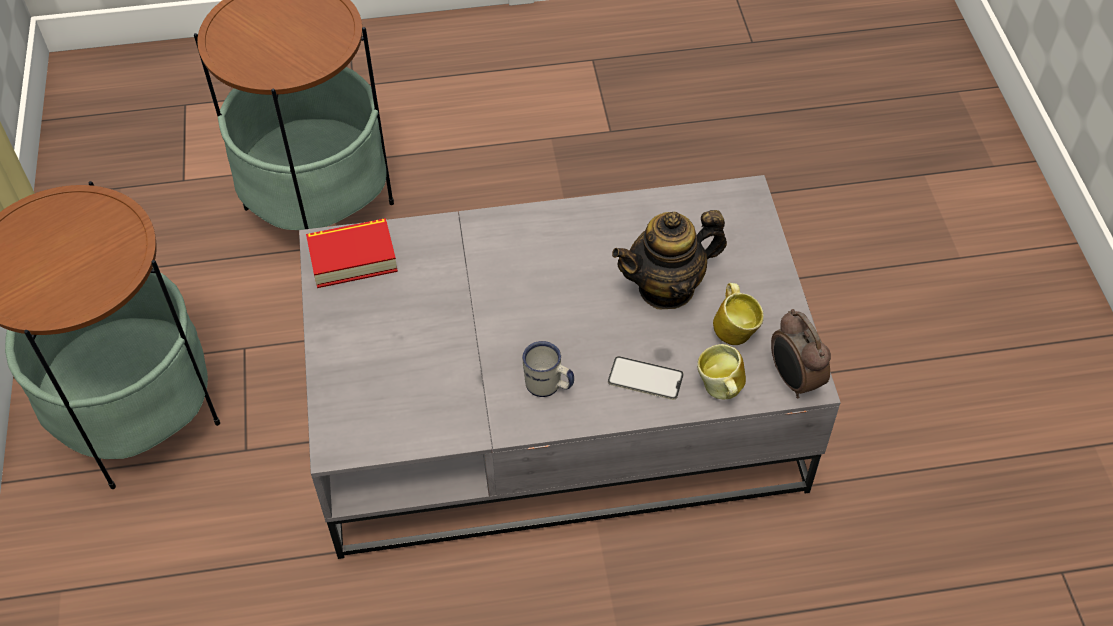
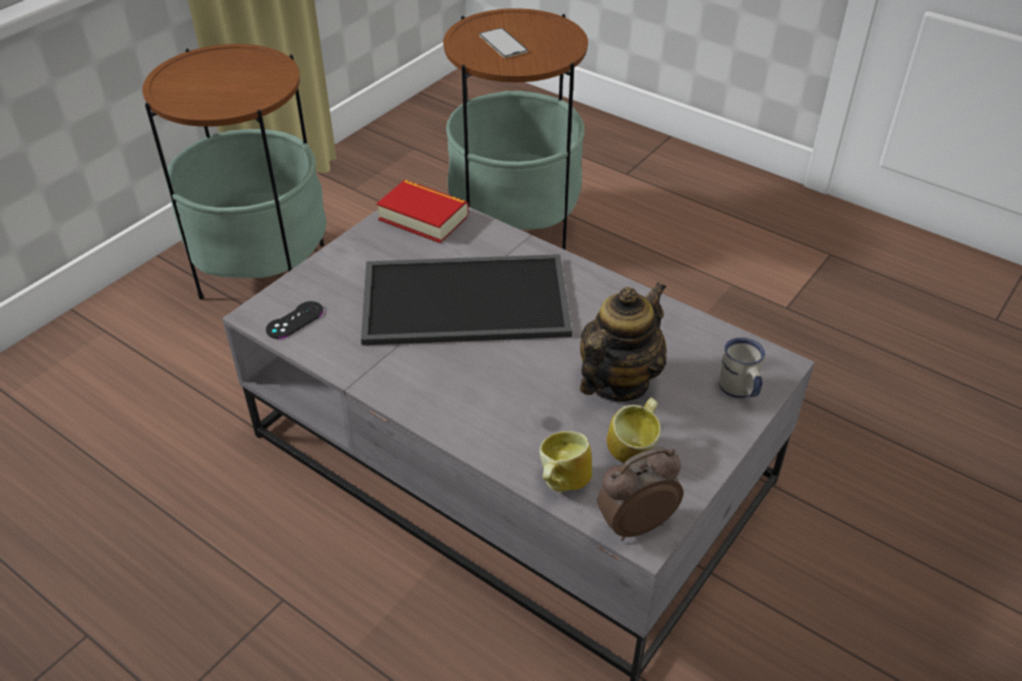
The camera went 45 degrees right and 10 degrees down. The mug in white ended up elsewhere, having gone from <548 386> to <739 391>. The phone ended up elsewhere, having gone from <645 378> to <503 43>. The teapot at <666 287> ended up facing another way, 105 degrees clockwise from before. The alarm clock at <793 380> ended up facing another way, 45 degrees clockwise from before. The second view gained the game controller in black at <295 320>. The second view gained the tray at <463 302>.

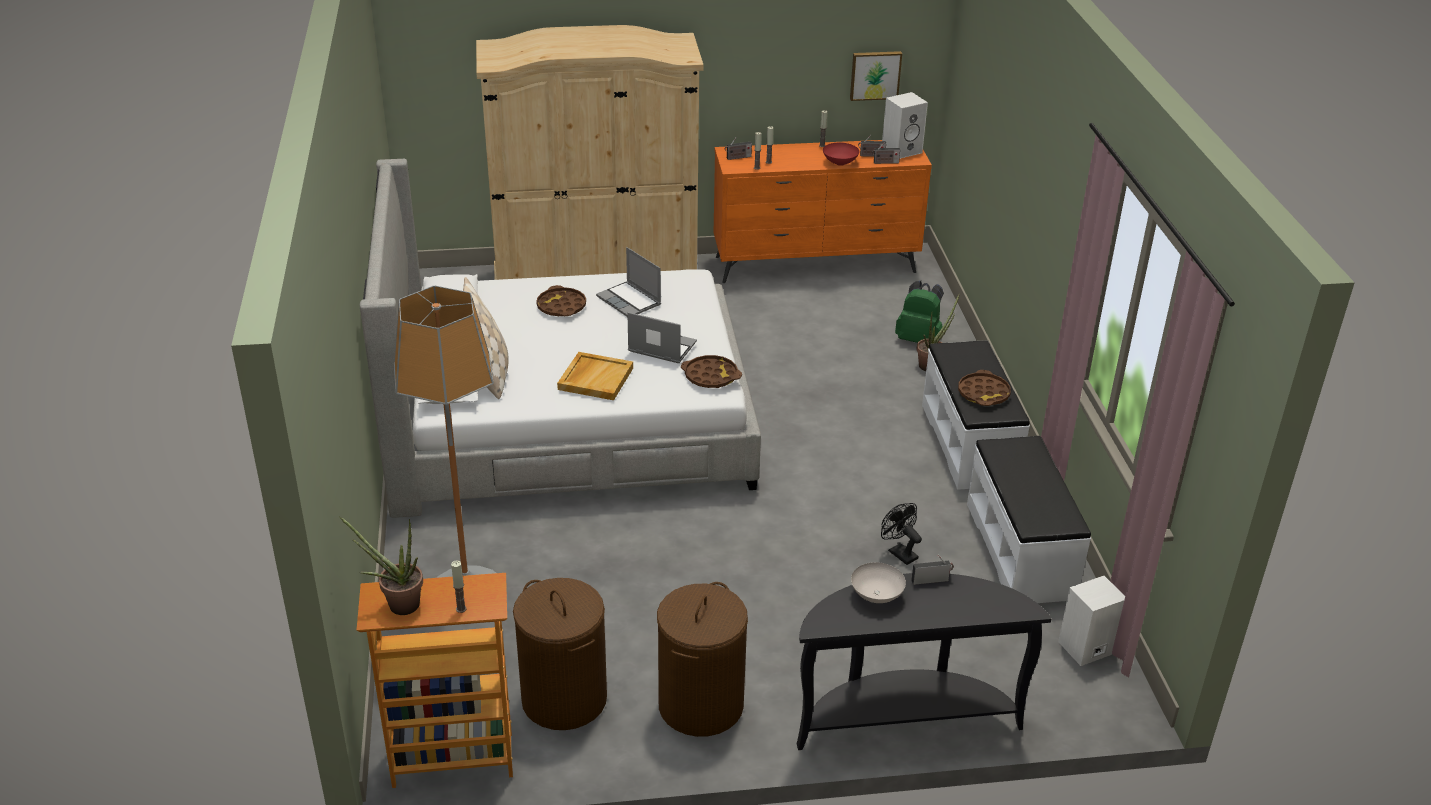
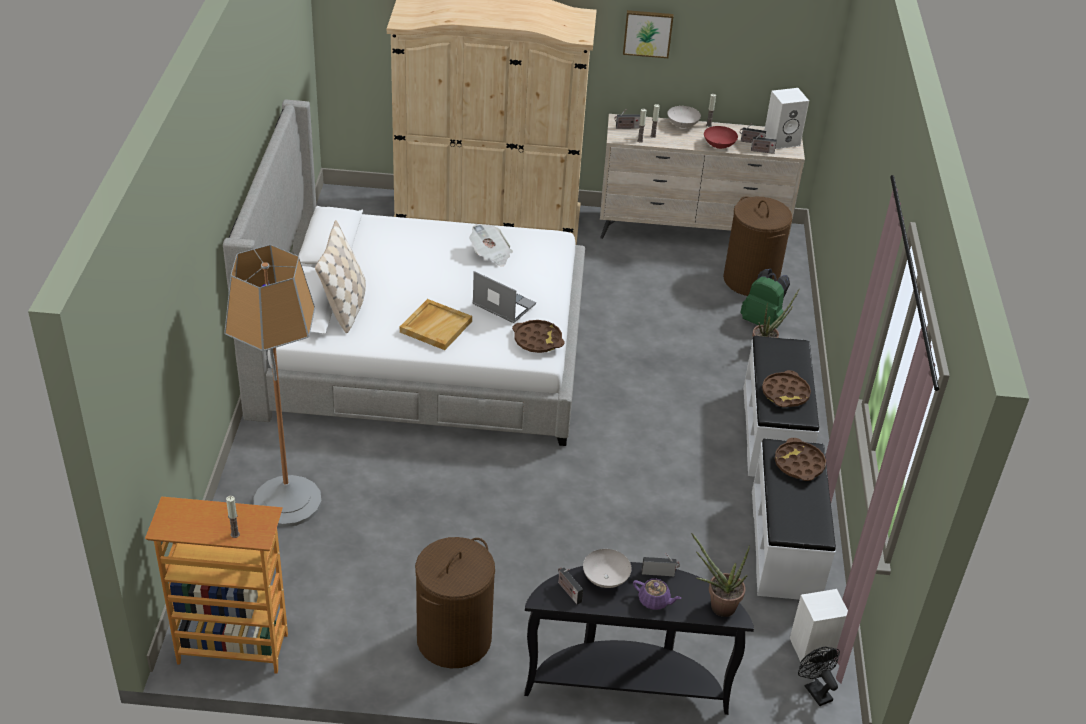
The camera went 10 degrees right and 5 degrees up. The potted plant ended up elsewhere, having gone from <397 604> to <717 605>. The laundry basket in brown ended up elsewhere, having gone from <563 699> to <750 280>. The tray in brown ended up elsewhere, having gone from <561 306> to <799 464>. Where the laptop stood at <630 301>, the newspaper came to stand at <491 254>. What was the dresser in orange at <816 265> turned into the dresser in beige at <692 232>. The picture ended up elsewhere, having gone from <875 75> to <647 33>. The fan in black ended up elsewhere, having gone from <899 552> to <815 690>. The second view gained the radio at <568 591>. The second view gained the teapot in purple at <654 601>. The second view gained the bowl in white at <683 125>.

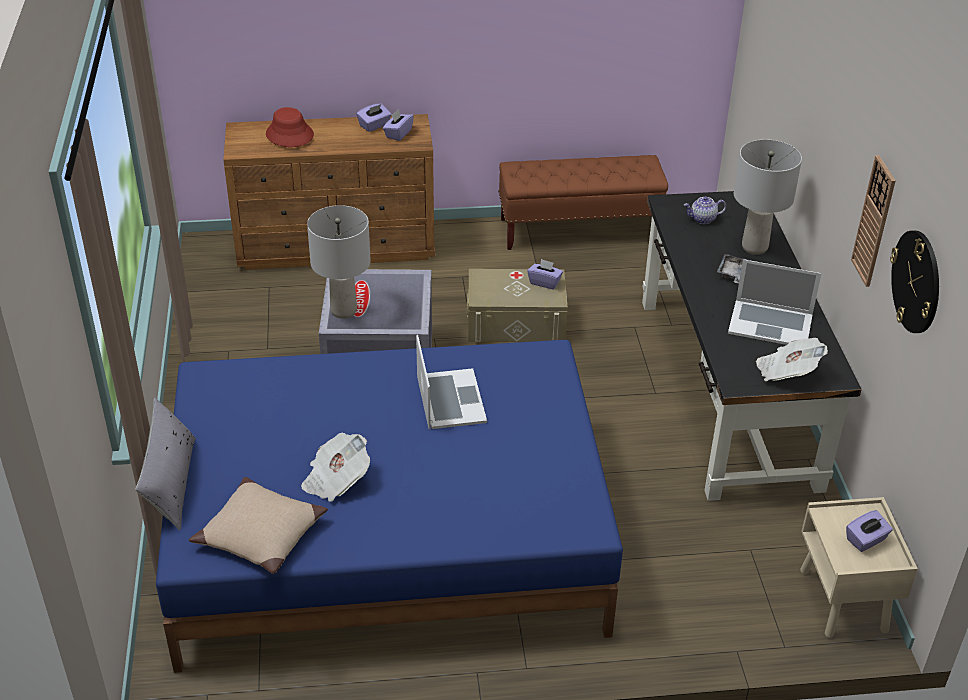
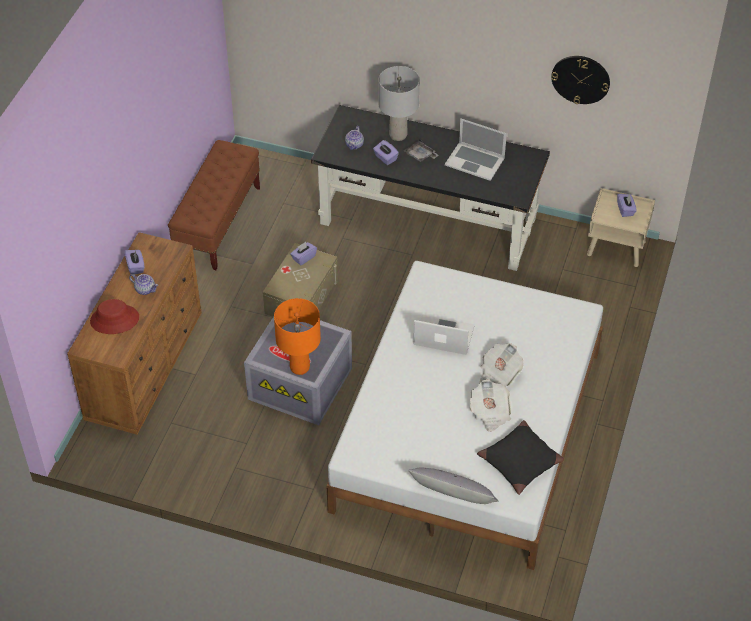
The camera went 65 degrees left and 10 degrees up. What was the bed in blue at <387 532> turned into the bed in white at <467 430>. What was the pillow in beige at <260 535> turned into the pillow in black at <520 462>. What was the table lamp in grey at <343 311> turned into the table lamp in orange at <299 368>. The tissue box in purple ended up elsewhere, having gone from <398 134> to <385 158>. The laptop at <770 323> ended up facing another way, 75 degrees clockwise from before. The newspaper ended up elsewhere, having gone from <787 372> to <498 374>. The second view lost the wall clock at <874 221>. The second view gained the teapot at <145 289>.

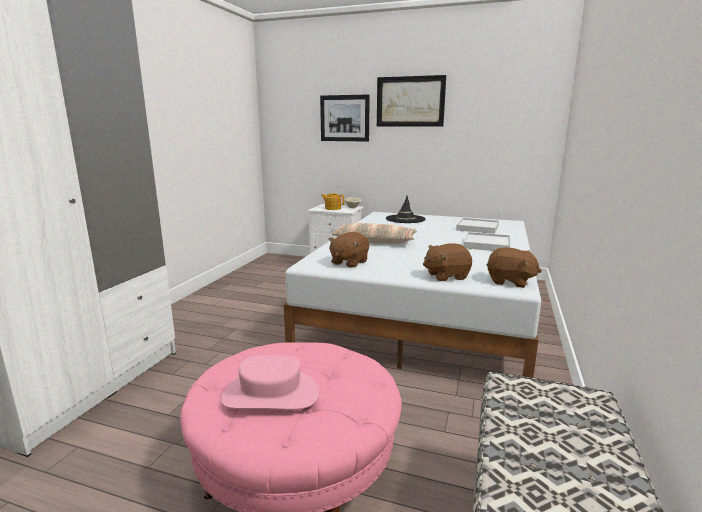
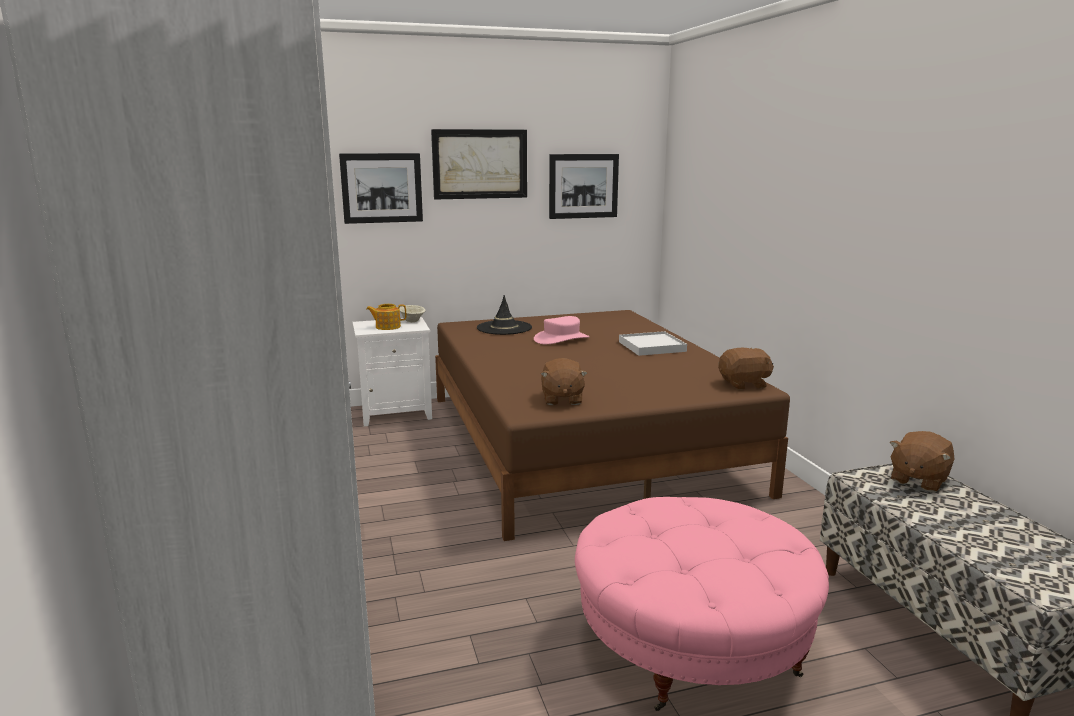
The camera went 35 degrees left and 0 degrees up. The hat in pink ended up elsewhere, having gone from <271 394> to <561 339>. What was the bed in white at <425 309> turned into the bed in brown at <582 441>. The second view lost the pillow at <374 241>. The plush toy in brown ended up elsewhere, having gone from <446 276> to <918 480>. The second view lost the tray in white at <477 228>. The second view gained the picture at <583 186>.

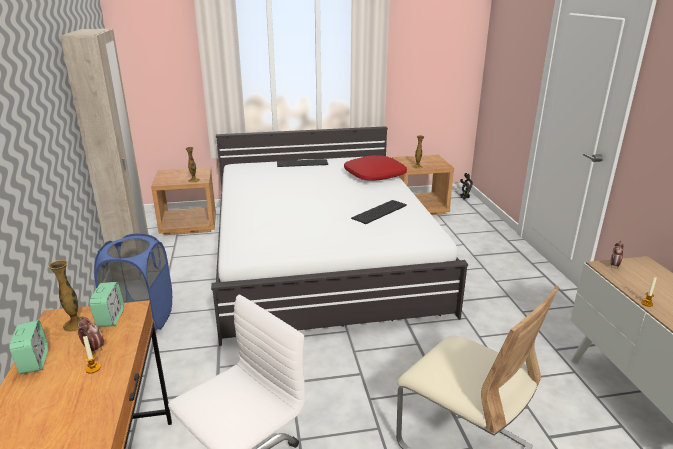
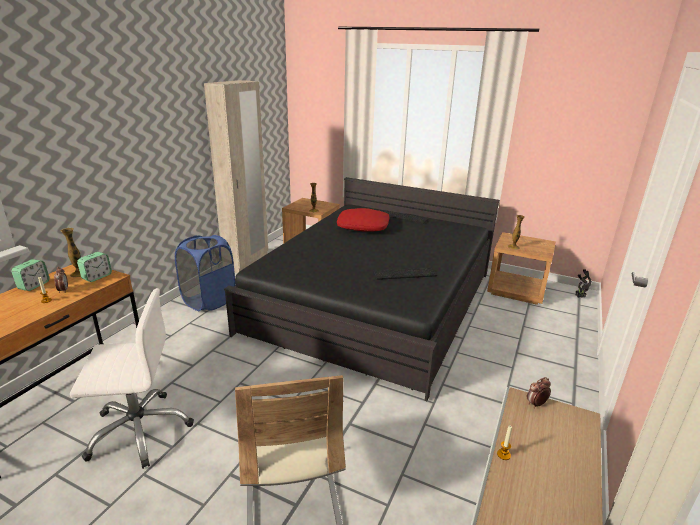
The camera went 35 degrees right and 0 degrees up. What was the bed in white at <320 256> turned into the bed in black at <375 301>. The pillow in red ended up elsewhere, having gone from <374 175> to <363 226>.

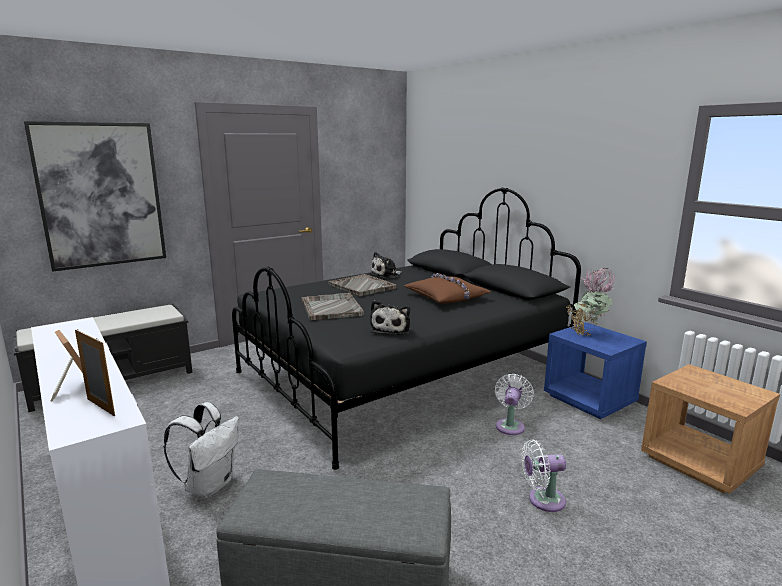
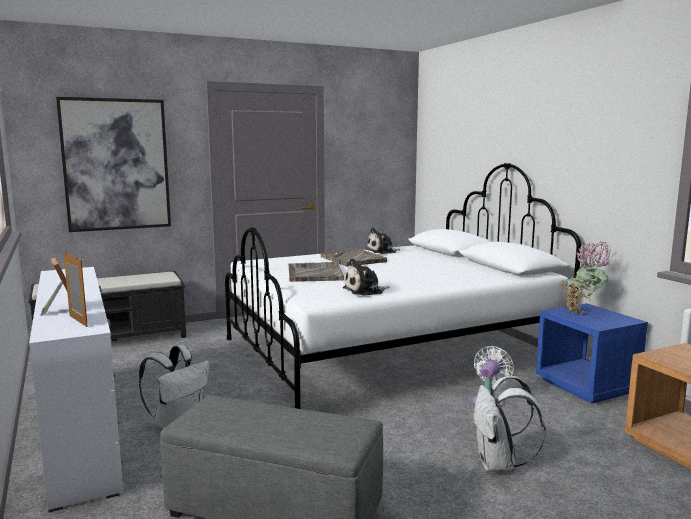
The camera went 10 degrees right and 5 degrees down. What was the bed in black at <402 375> turned into the bed in white at <390 352>. The plush toy at <391 329> ended up facing another way, 45 degrees clockwise from before. The second view lost the pillow in brown at <447 297>. Where the fan in white stood at <542 500>, the backpack in white came to stand at <499 465>.

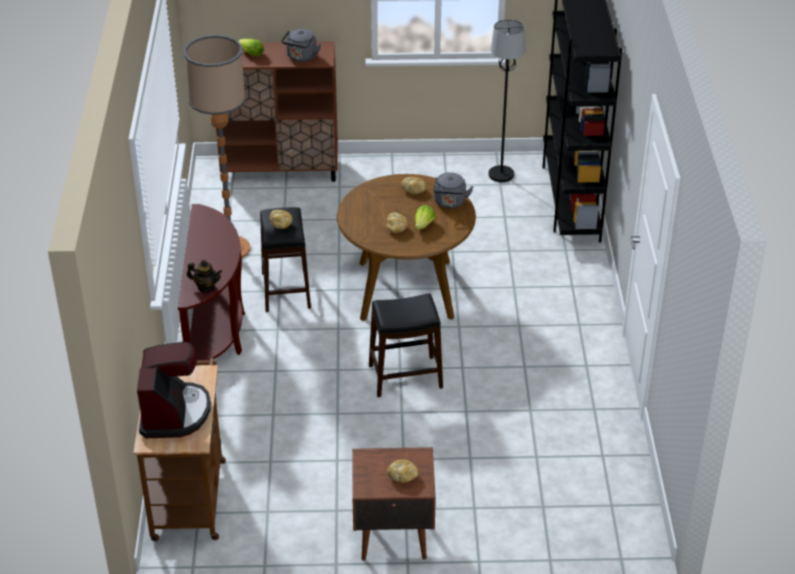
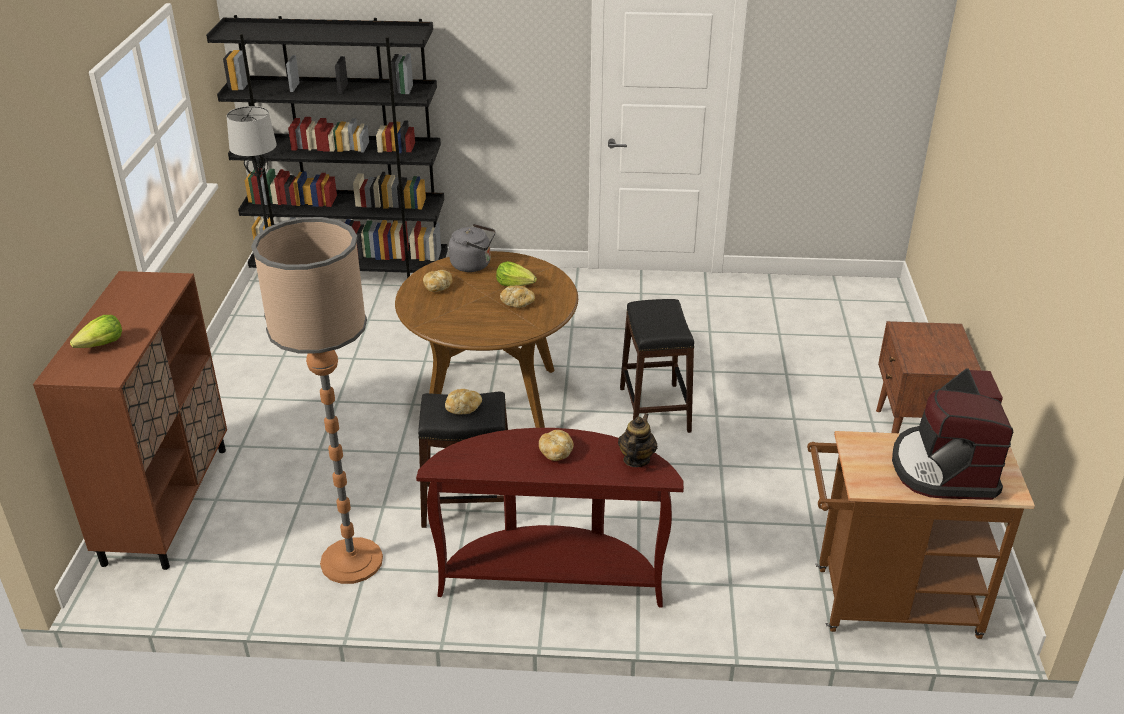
The camera went 85 degrees left and 5 degrees down. The coffee machine at <174 413> ended up facing another way, 90 degrees counterclockwise from before. The second view lost the kettle in grey at <301 57>. The bread ended up elsewhere, having gone from <402 476> to <556 452>.

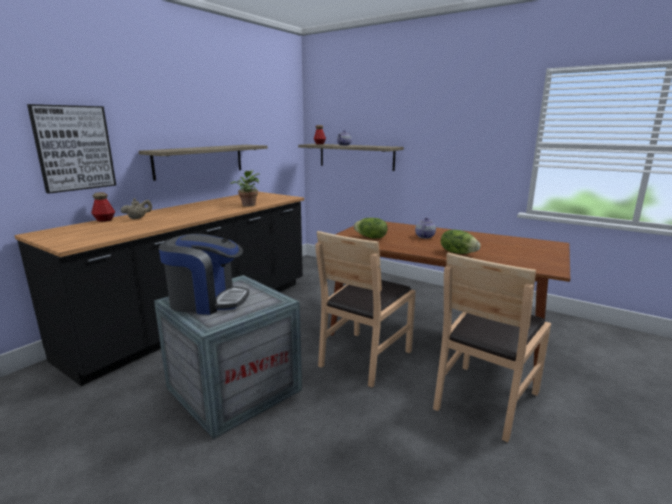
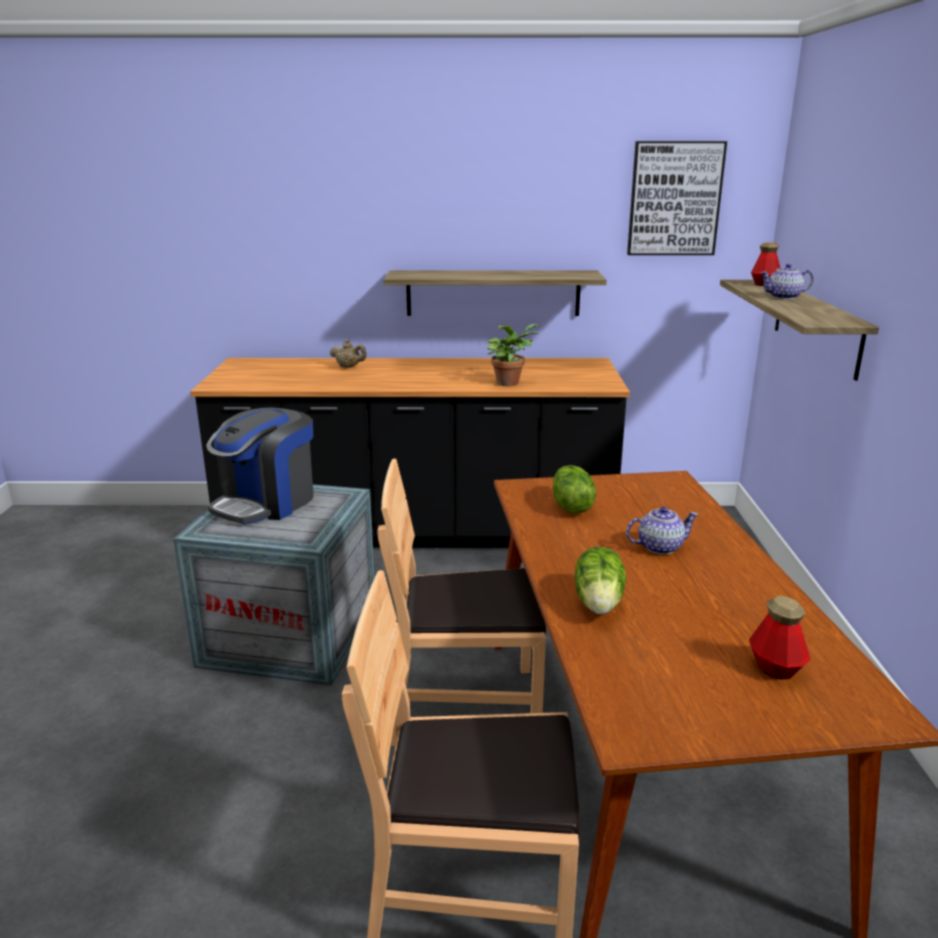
The camera went 55 degrees right and 5 degrees up. The picture ended up elsewhere, having gone from <74 148> to <674 199>. The bottle ended up elsewhere, having gone from <104 220> to <775 668>. The coffee machine at <207 301> ended up facing another way, 60 degrees clockwise from before.

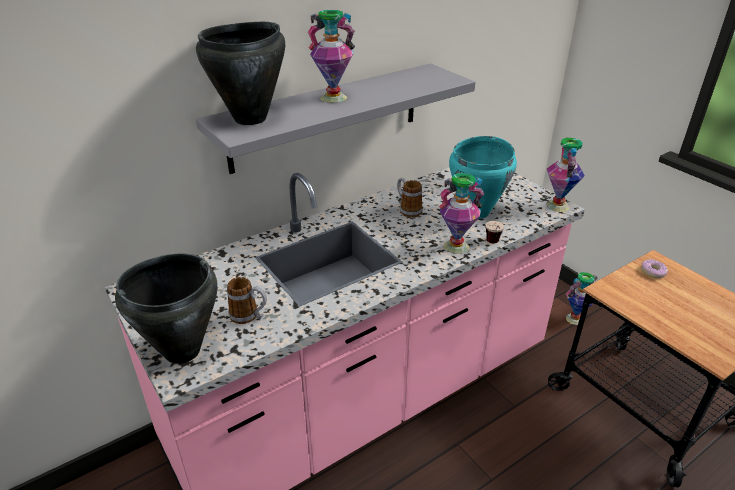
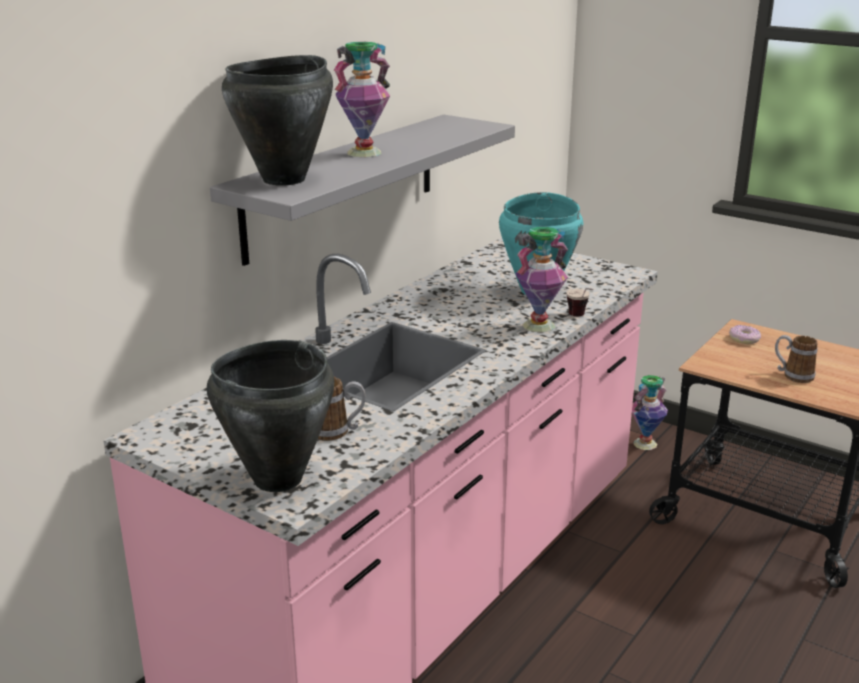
The camera went 20 degrees left and 10 degrees down. The mug ended up elsewhere, having gone from <407 210> to <792 375>. The second view lost the vase at <558 205>.

